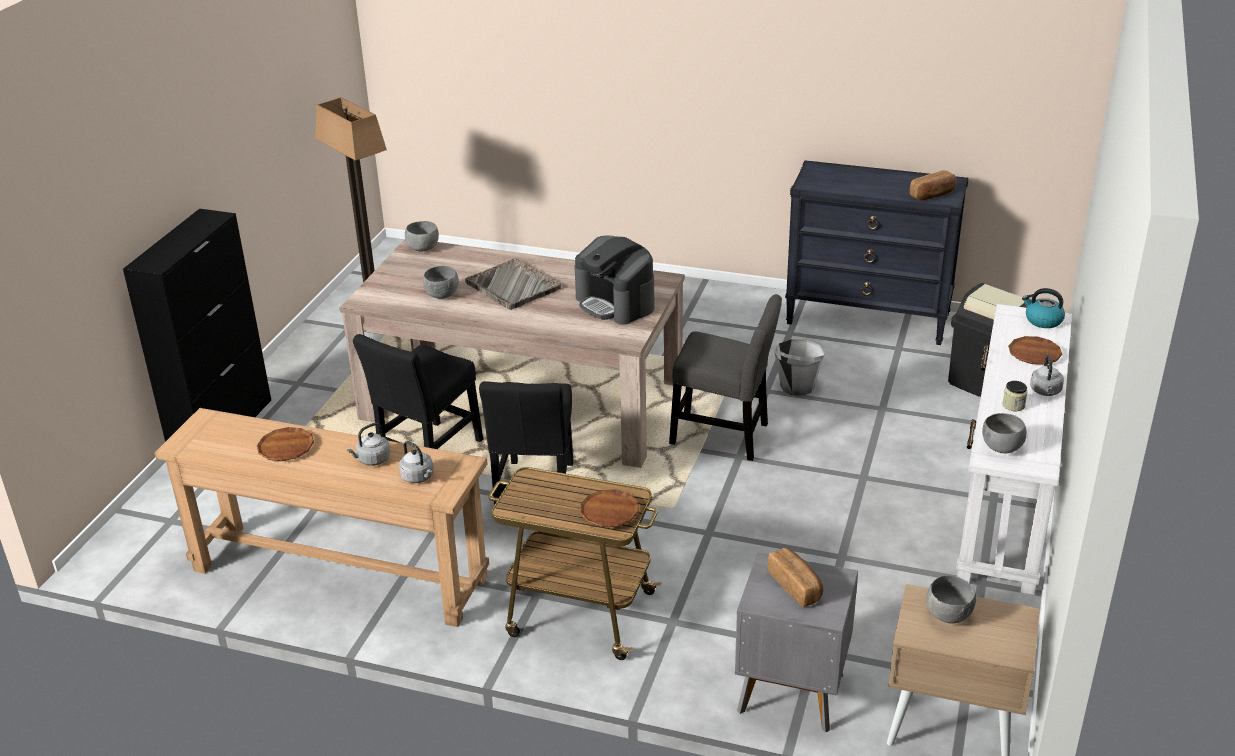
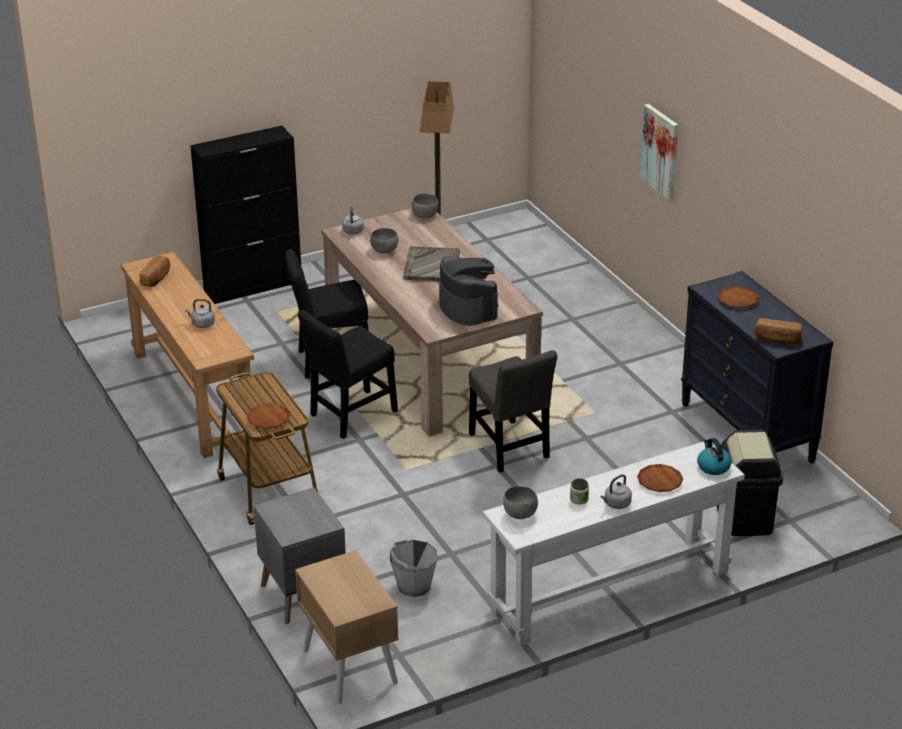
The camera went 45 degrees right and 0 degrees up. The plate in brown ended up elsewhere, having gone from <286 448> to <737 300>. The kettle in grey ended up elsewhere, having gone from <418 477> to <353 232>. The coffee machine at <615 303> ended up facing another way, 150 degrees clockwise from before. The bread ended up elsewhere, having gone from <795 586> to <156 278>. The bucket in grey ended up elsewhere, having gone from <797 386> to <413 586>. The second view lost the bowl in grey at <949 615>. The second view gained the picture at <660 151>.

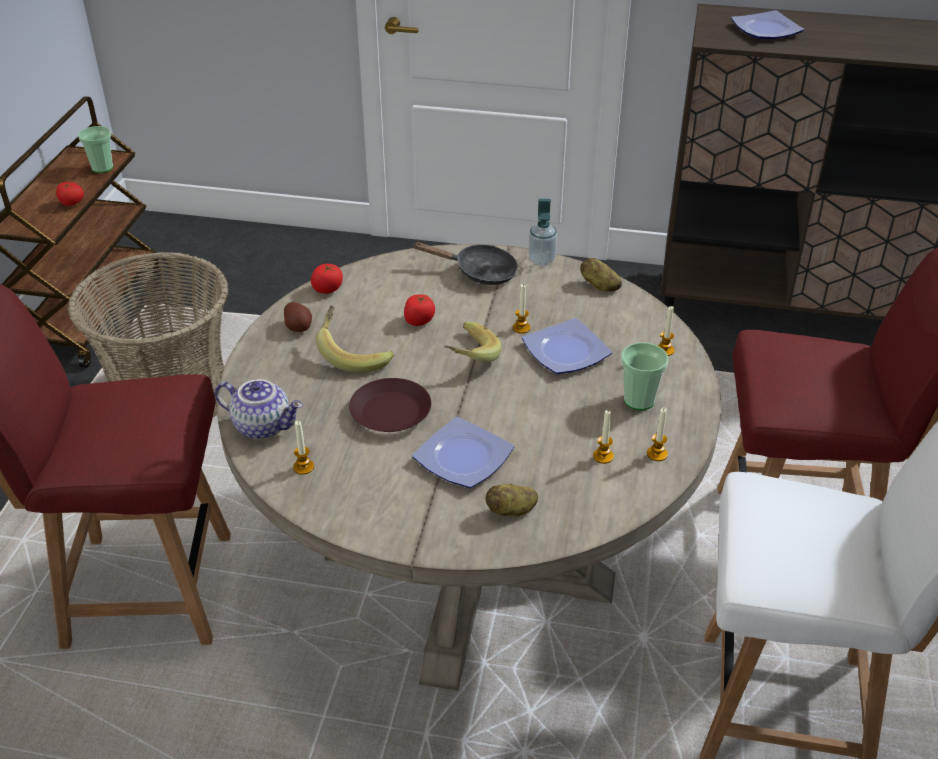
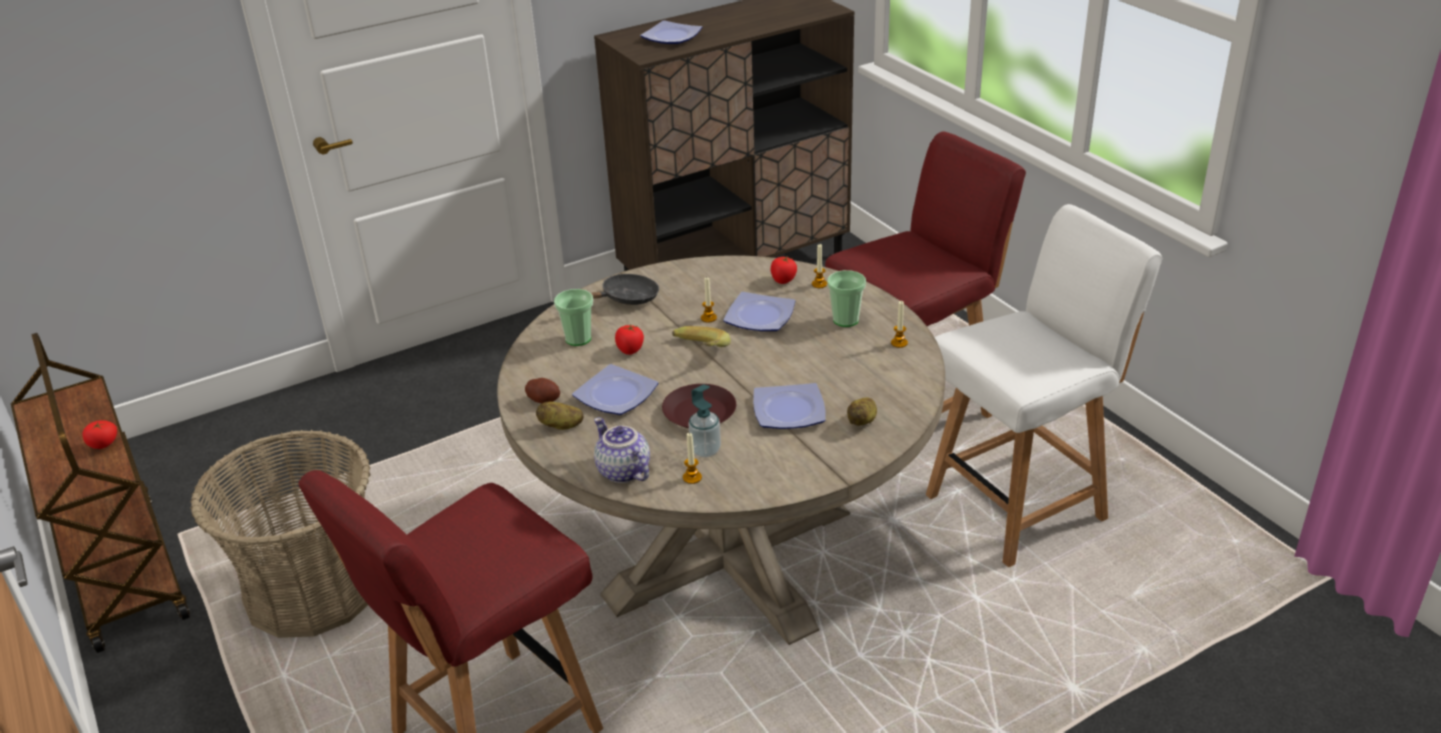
The camera went 40 degrees left and 5 degrees down. The cup ended up elsewhere, having gone from <102 167> to <578 339>. The teapot at <263 426> ended up facing another way, 105 degrees counterclockwise from before. The tomato ended up elsewhere, having gone from <328 289> to <783 280>. Where the banana stood at <354 354>, the plate came to stand at <615 394>. The soap dispenser ended up elsewhere, having gone from <541 260> to <705 450>. The potato ended up elsewhere, having gone from <599 286> to <561 426>. The second view lost the candle at <603 456>.

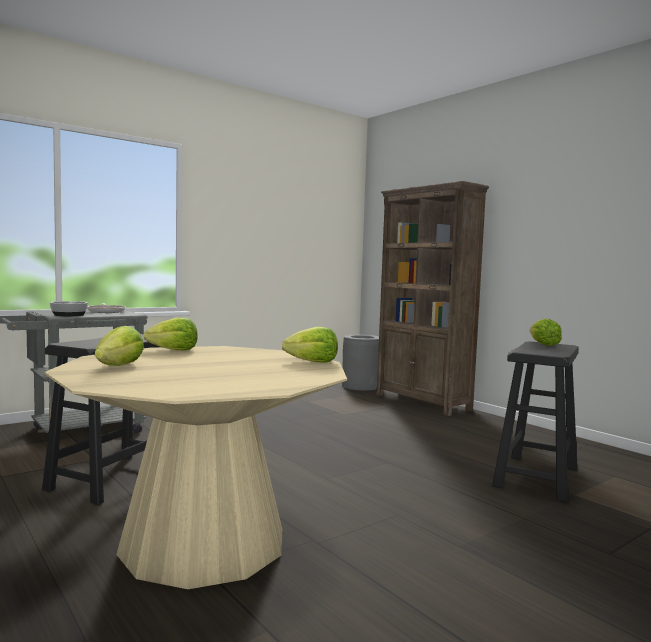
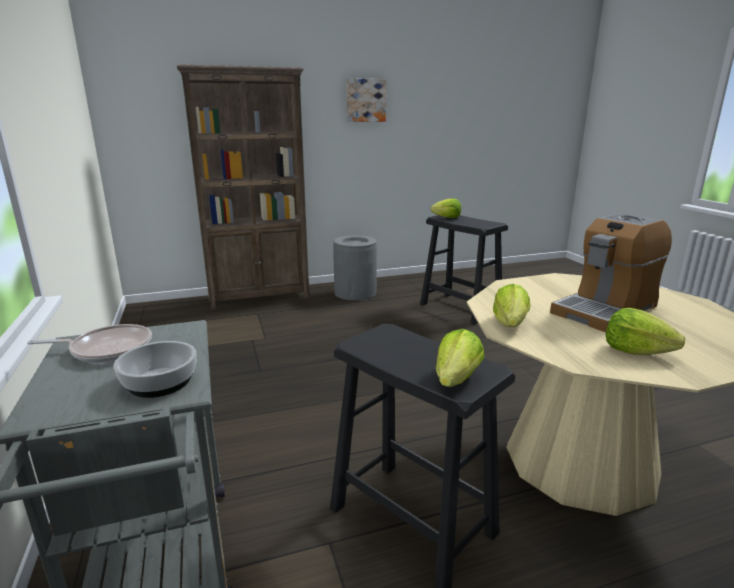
The camera went 70 degrees left and 15 degrees up. The lettuce ended up elsewhere, having gone from <312 362> to <456 379>. The trash can in grey ended up elsewhere, having gone from <361 386> to <355 293>. The second view gained the picture at <365 100>. The second view gained the coffee machine at <605 309>.

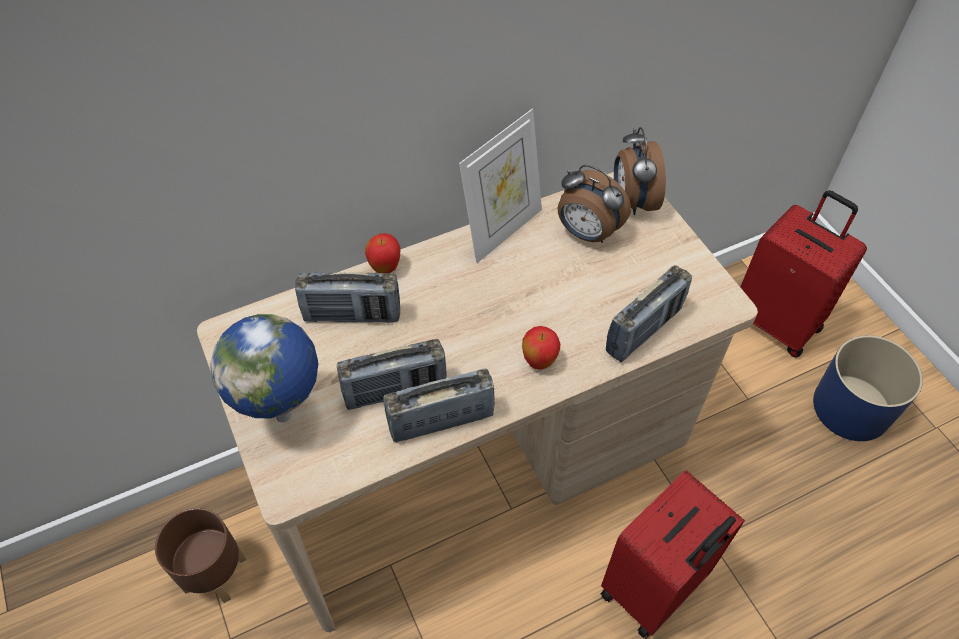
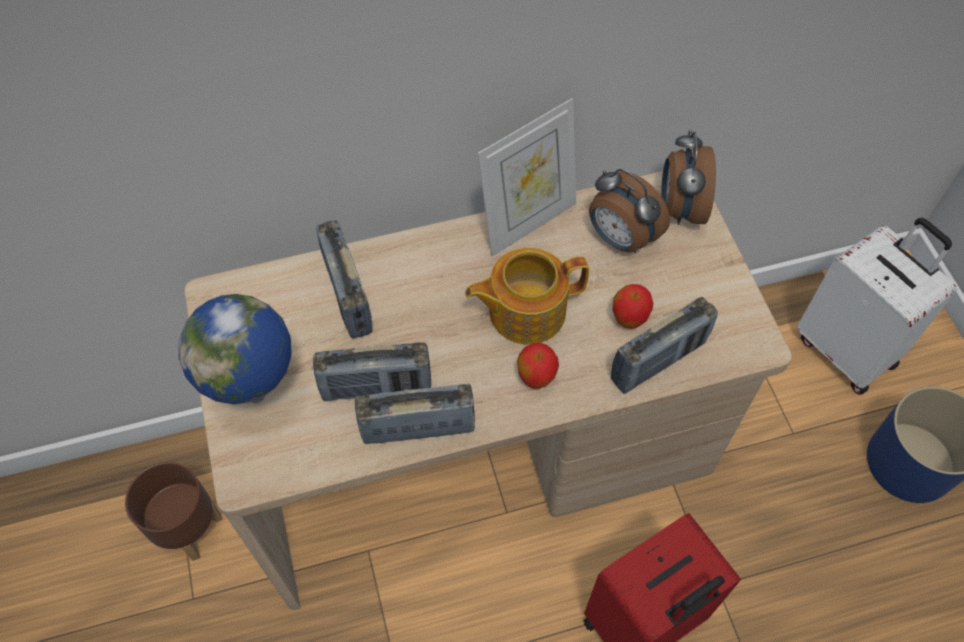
The camera went 10 degrees right and 5 degrees up. The radio at <352 315> ended up facing another way, 60 degrees clockwise from before. The apple ended up elsewhere, having gone from <385 268> to <628 320>. What was the suitcase in red at <777 321> turned into the suitcase in white at <847 349>. The second view gained the teapot at <525 311>.

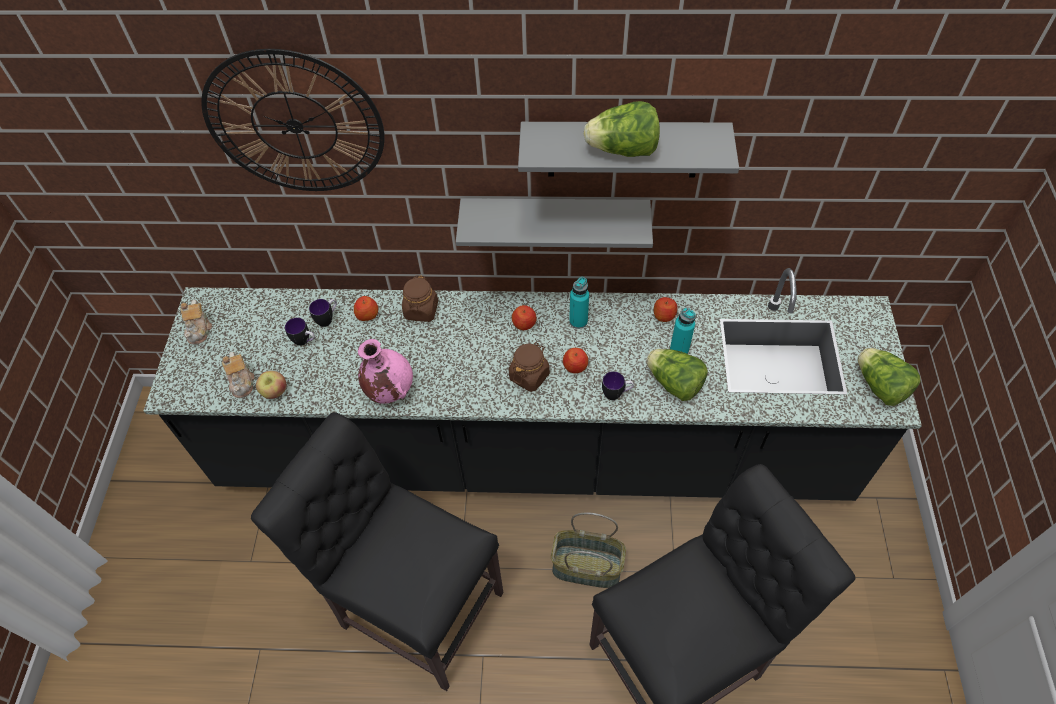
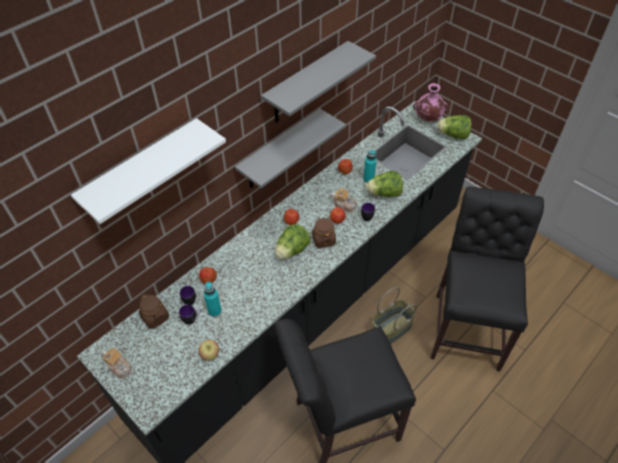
The camera went 50 degrees left and 5 degrees down. Where the wall clock hung at <294 125>, the shelf in white came to hang at <143 172>. The teapot ended up elsewhere, having gone from <242 382> to <344 205>. The vase in pink ended up elsewhere, having gone from <389 389> to <427 118>. The jar in brown ended up elsewhere, having gone from <421 310> to <155 317>. The bottle in turquoise ended up elsewhere, having gone from <578 321> to <214 311>. The lettuce ended up elsewhere, having gone from <623 150> to <292 250>.

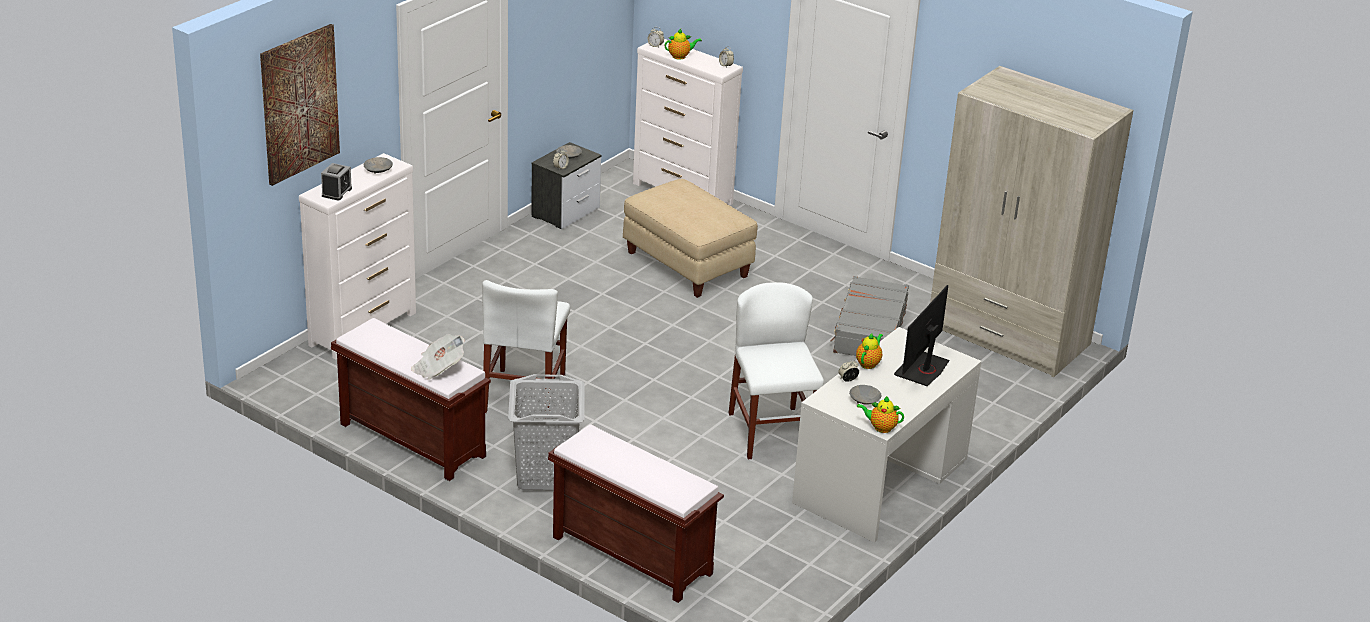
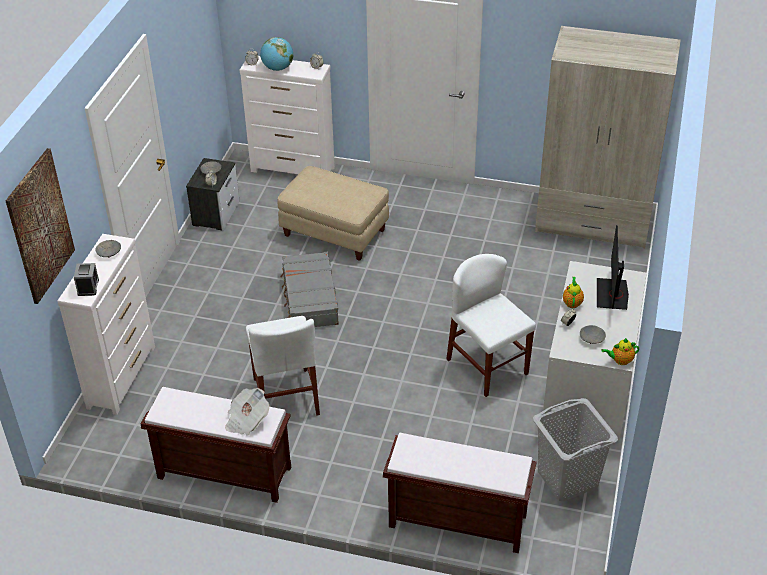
The camera went 20 degrees left and 10 degrees up. The laundry basket in grey ended up elsewhere, having gone from <545 475> to <567 479>. Where the teapot stood at <680 56>, the globe came to stand at <278 68>. The suitcase in grey ended up elsewhere, having gone from <869 330> to <309 298>.

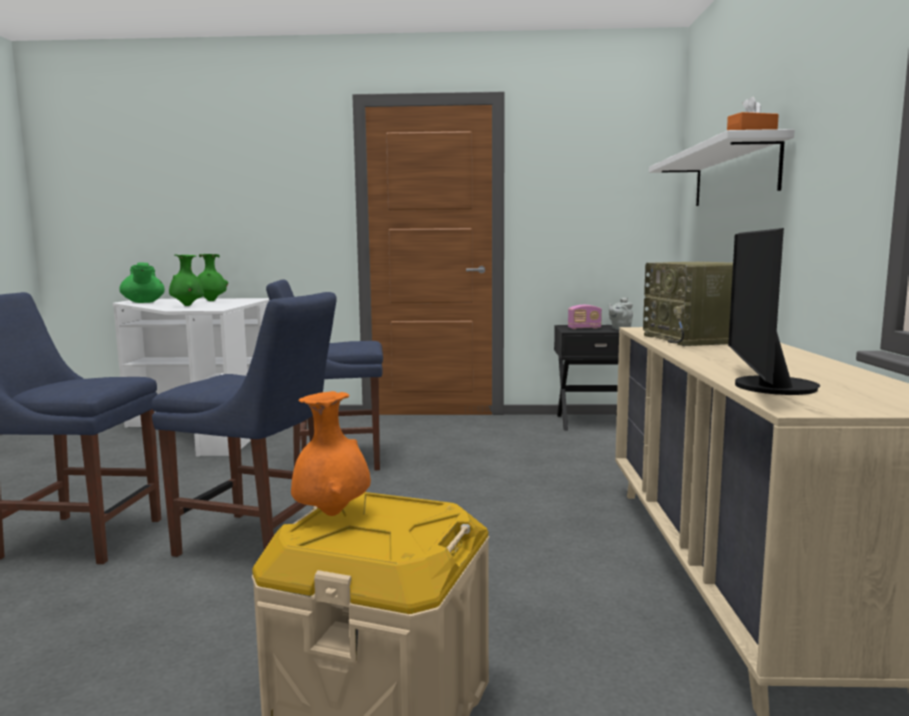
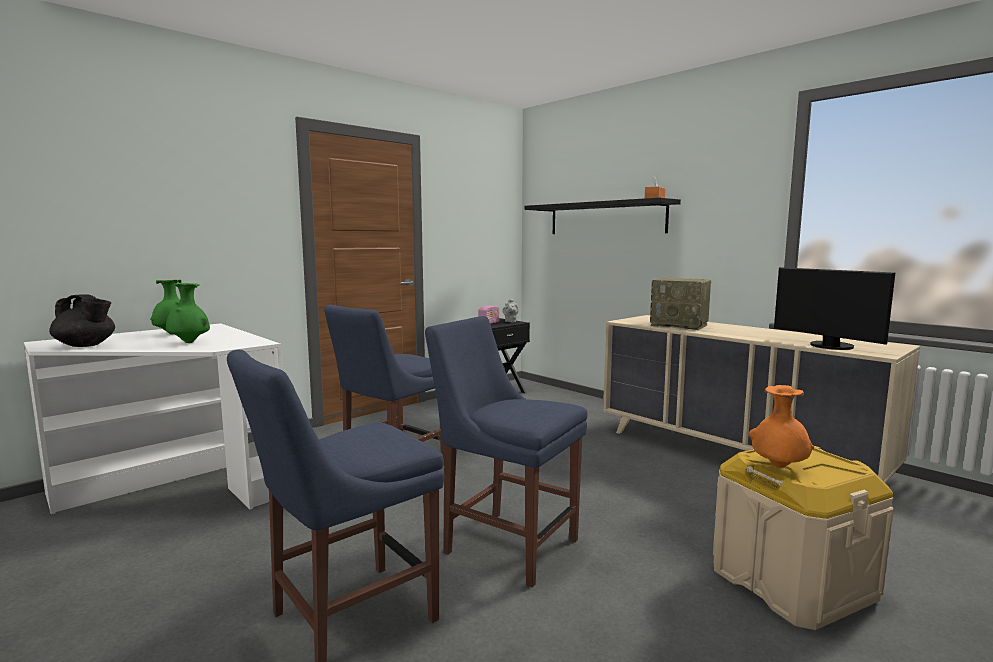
The camera went 45 degrees left and 0 degrees up. What was the teapot in green at <143 302> turned into the teapot in black at <86 345>. The chair in blue at <259 542> ended up facing another way, 120 degrees counterclockwise from before. What was the shelf in white at <734 175> turned into the shelf in black at <605 218>.

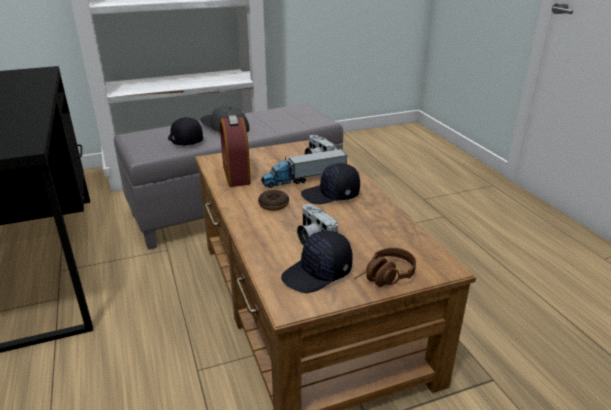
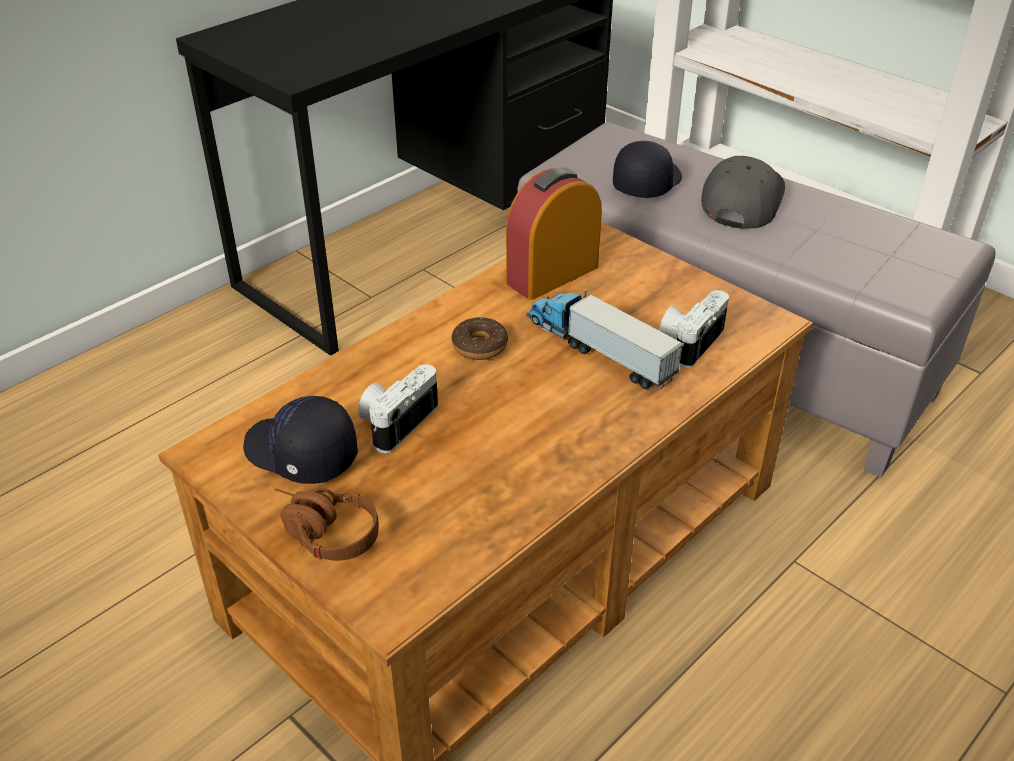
The camera went 65 degrees right and 10 degrees up. The second view lost the cap in black at <331 195>.

